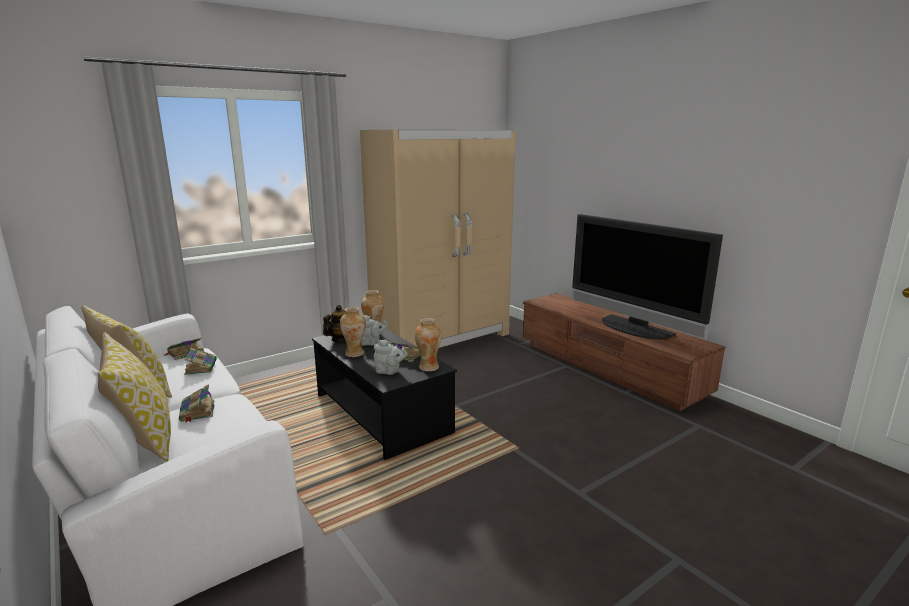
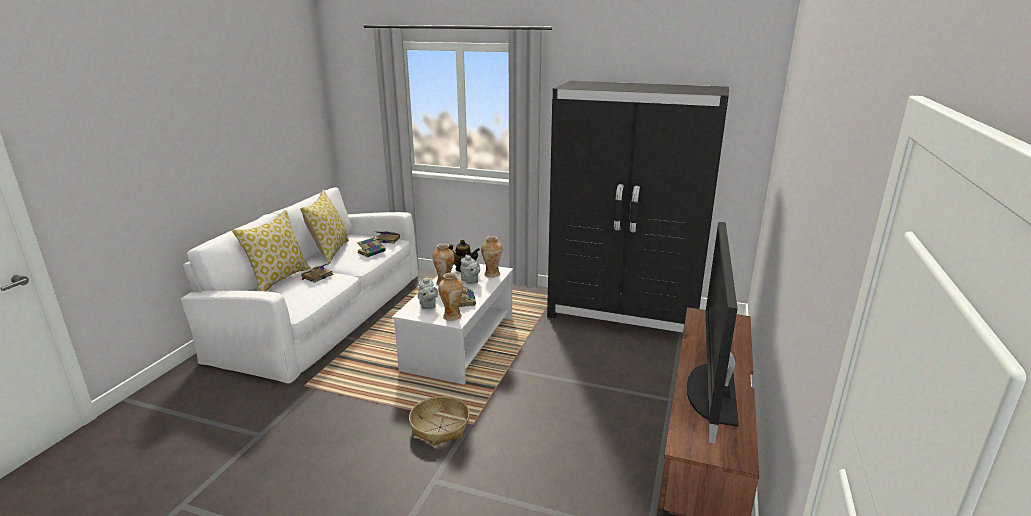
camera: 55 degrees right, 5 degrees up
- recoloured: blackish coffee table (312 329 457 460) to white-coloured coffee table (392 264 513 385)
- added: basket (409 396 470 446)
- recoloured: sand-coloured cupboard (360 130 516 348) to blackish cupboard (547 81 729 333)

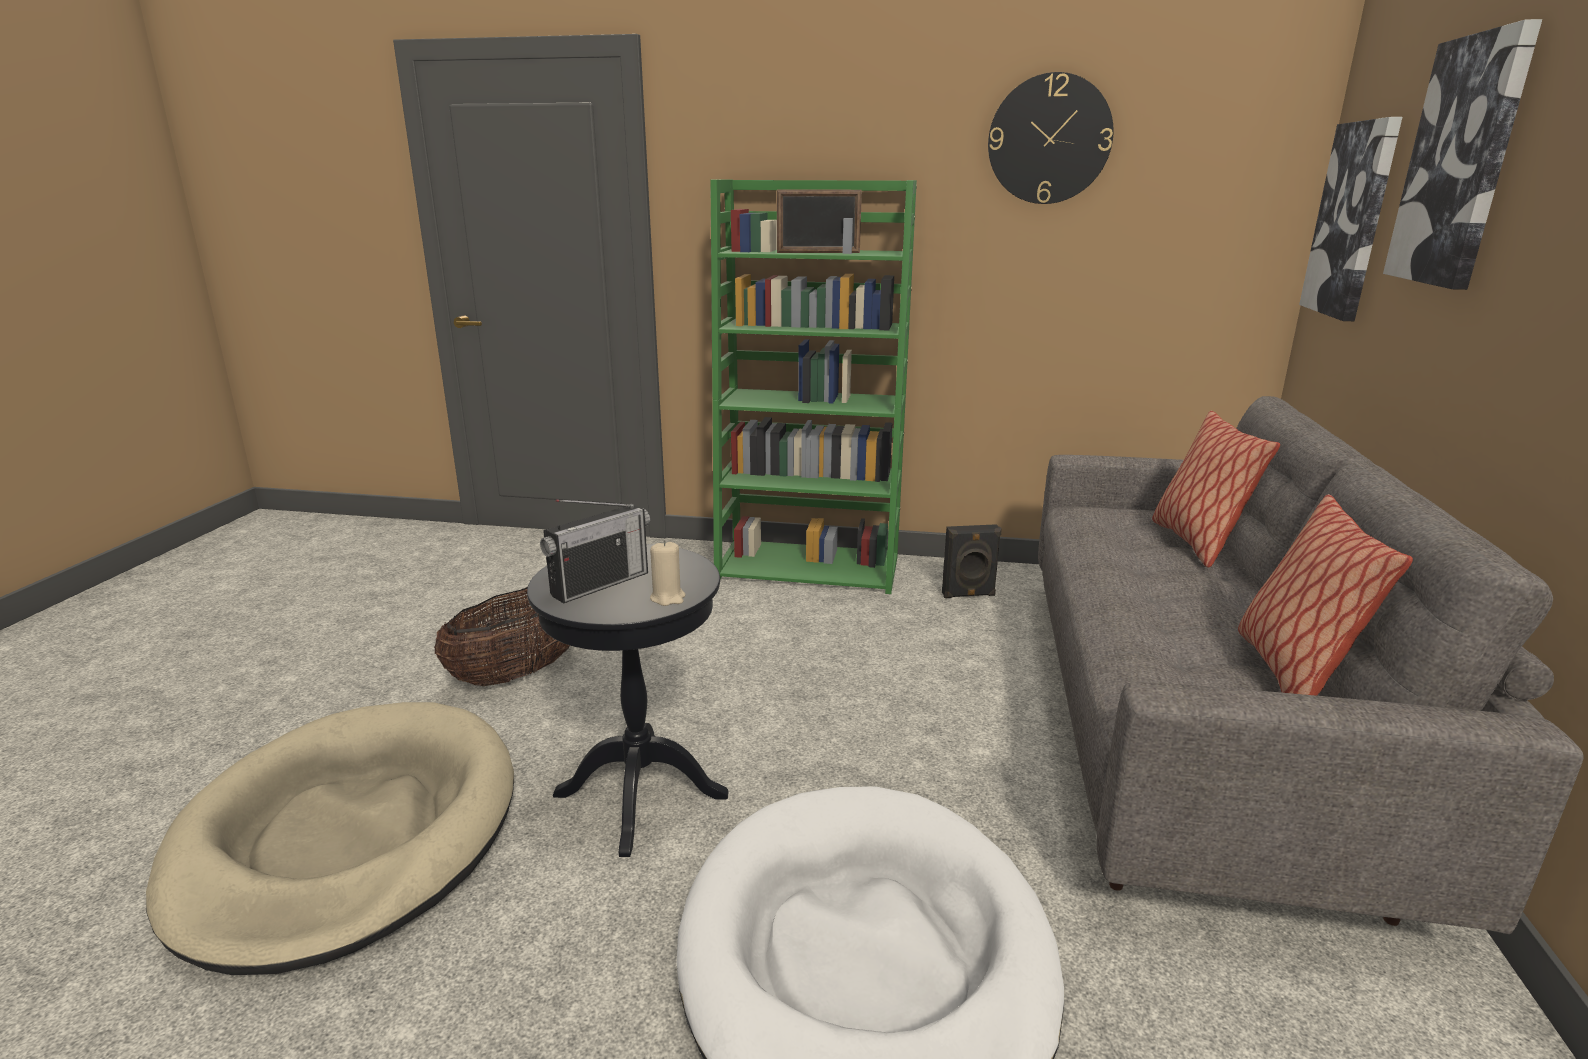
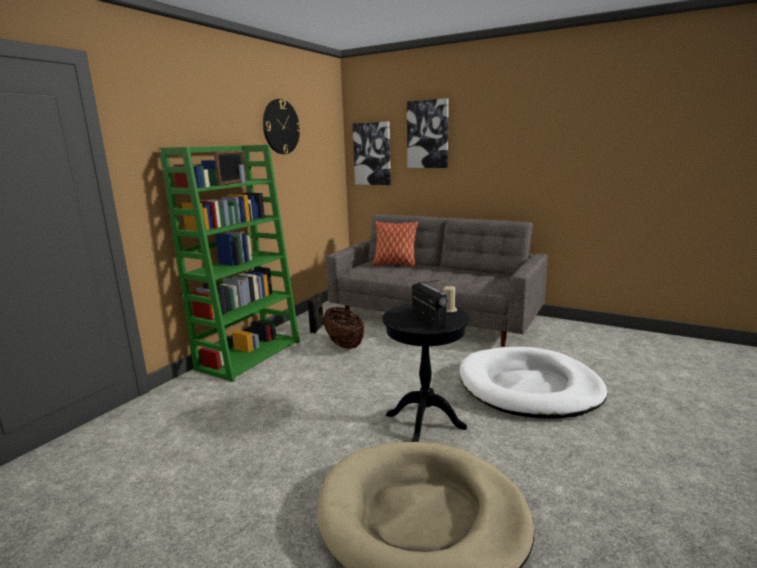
camera: 70 degrees left, 5 degrees down
- moved: basket (434 587 570 686) to (323 307 364 349)
- removed: pillow (1238 494 1413 696)

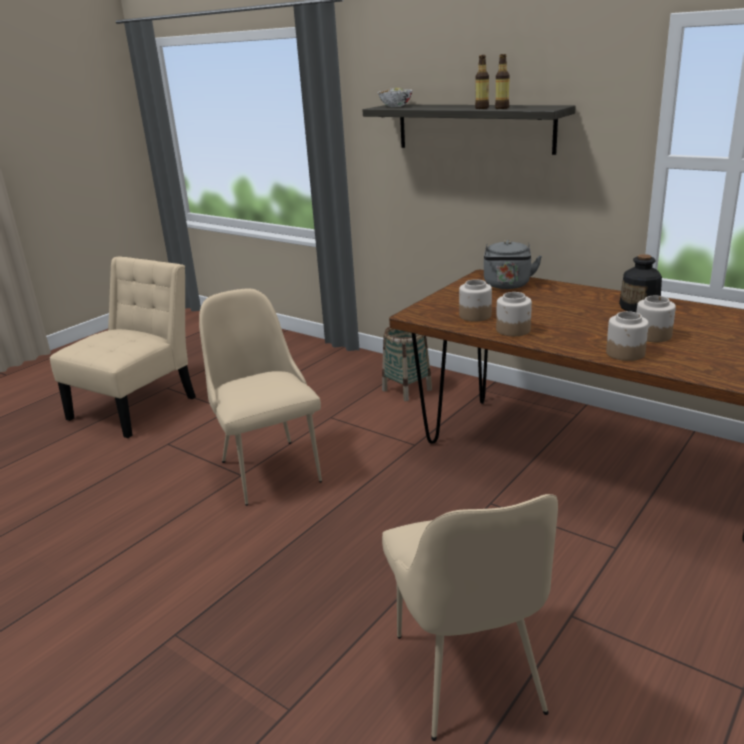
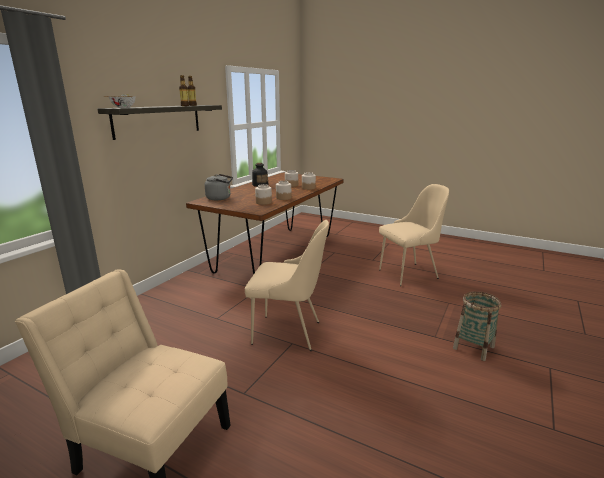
camera: 100 degrees left, 5 degrees down
- turned: sand-coloured upright chair (199 289 322 506) = (245 220 329 351) 135 degrees counterclockwise
- moved: basket (382 326 432 401) to (453 291 501 361)

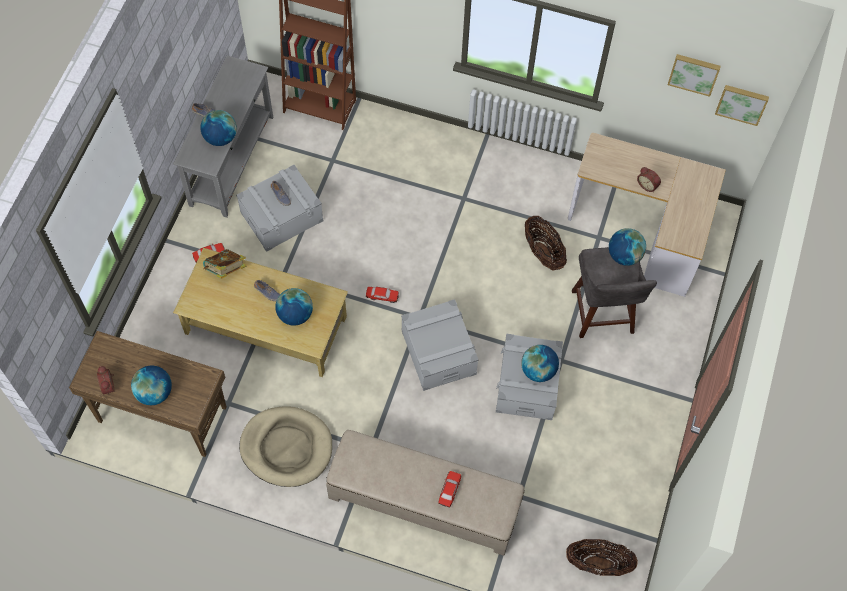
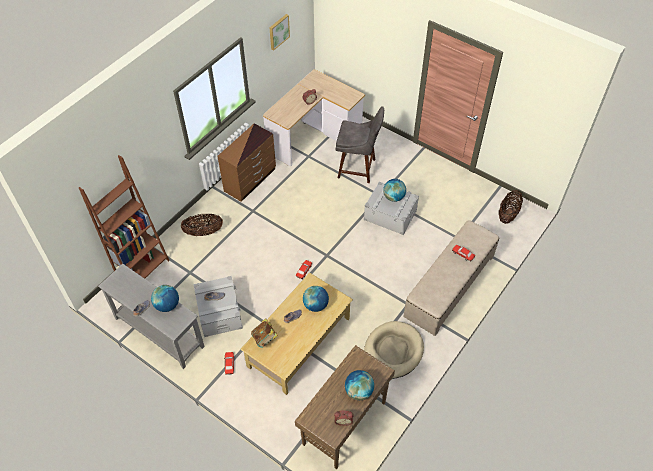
camera: 70 degrees left, 10 degrees down
- moved: basket (525 216 567 271) to (181 213 223 236)
- added: brown-coloured chest of drawers (217 123 276 202)
- removed: greyish storage bin (401 299 478 391)
- removed: world globe (609 228 646 266)
- removed: wall picture (715 85 769 126)

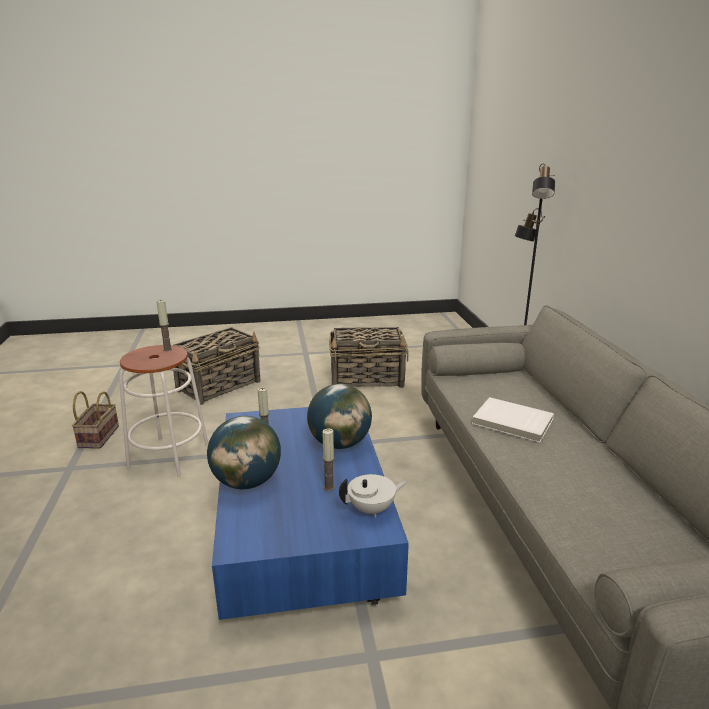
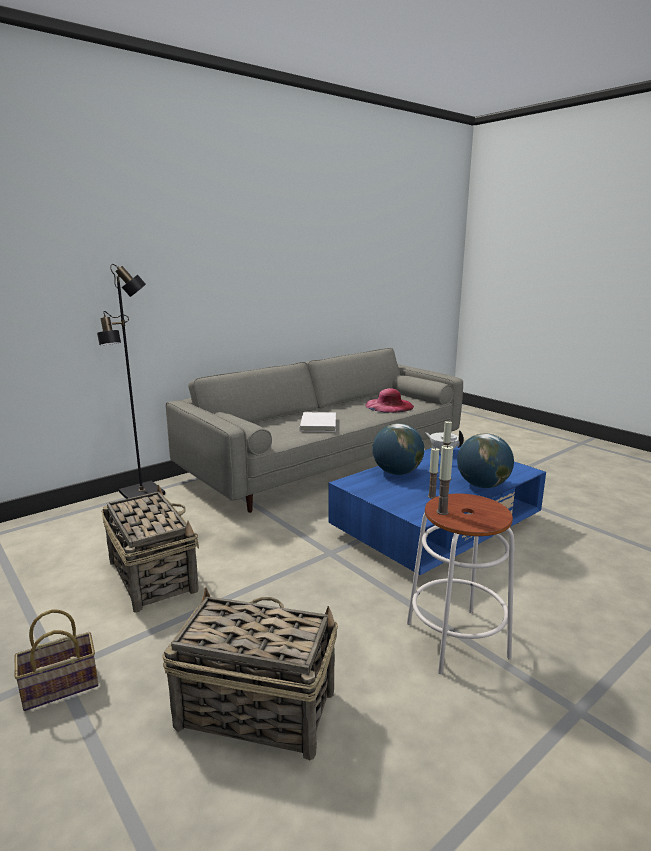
camera: 120 degrees left, 5 degrees down
- moved: basket (72 391 119 449) to (15 610 99 711)
- added: pink-coloured hat (366 388 414 413)

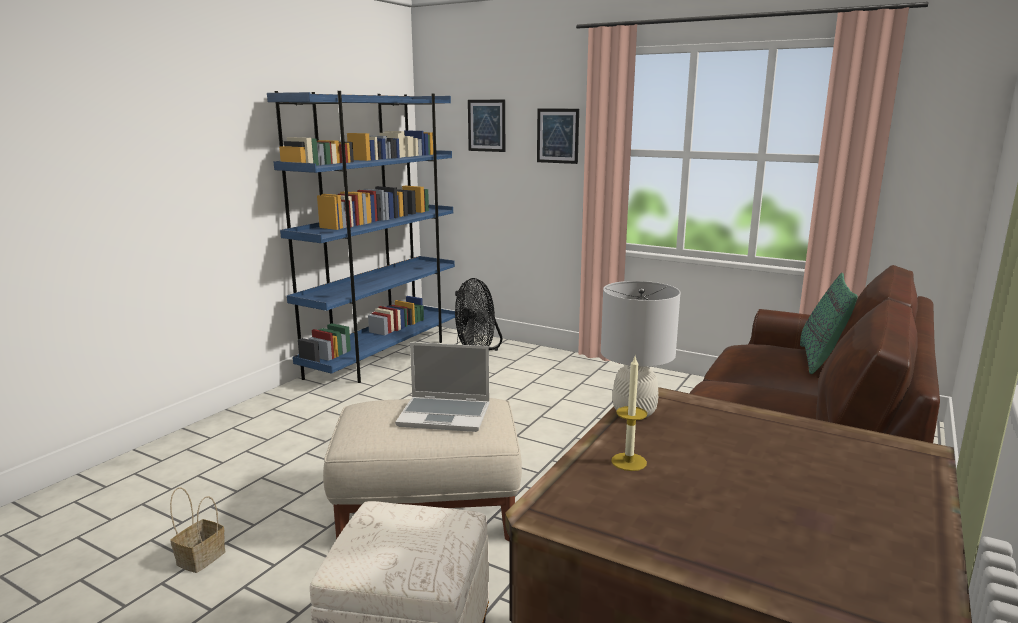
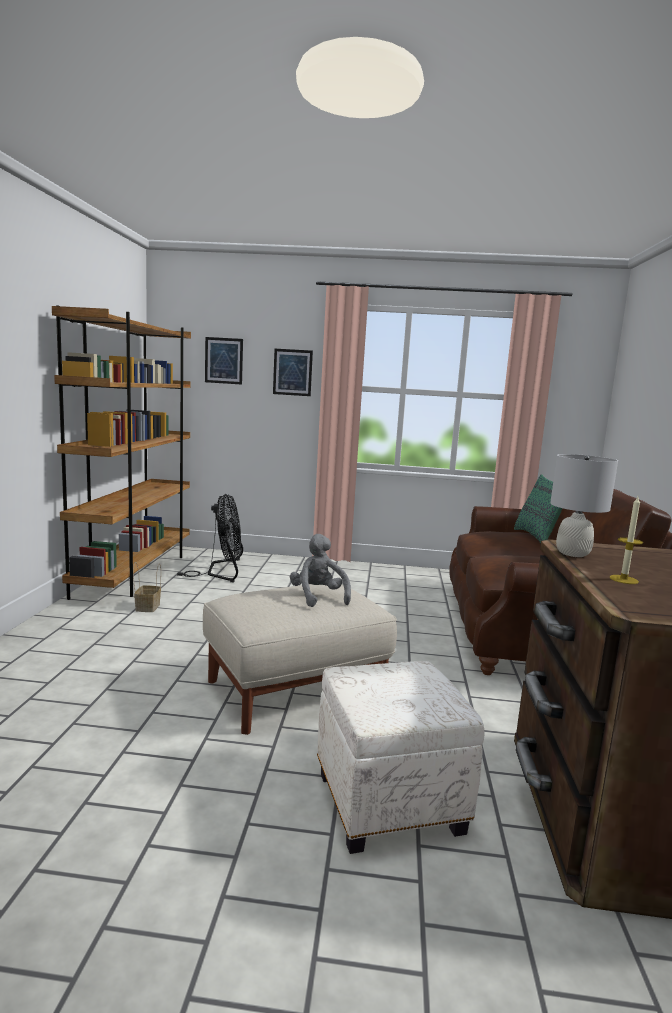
camera: 25 degrees left, 5 degrees down
- recoloured: blue bookcase (267 91 455 383) to brown-coloured bookcase (52 305 191 600)
- moved: basket (170 487 225 573) to (133 562 161 612)
- replaced: notebook computer (395 342 490 432) to greyish plush toy (290 534 351 607)

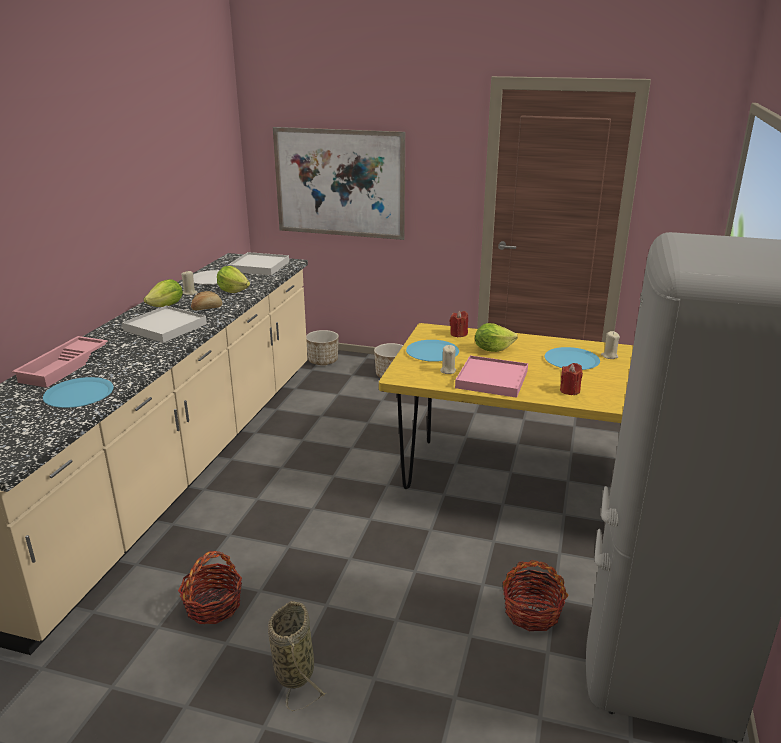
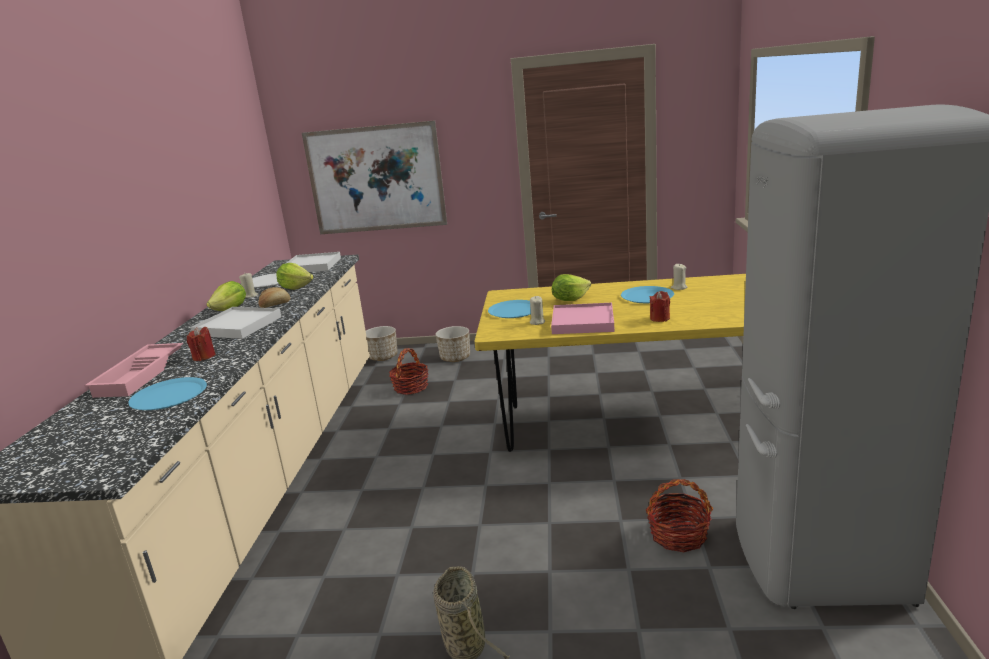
camera: 10 degrees left, 5 degrees down
- moved: red-coloured wax candle (449 311 468 337) to (187 327 216 361)
- moved: basket (178 551 242 624) to (389 348 428 395)

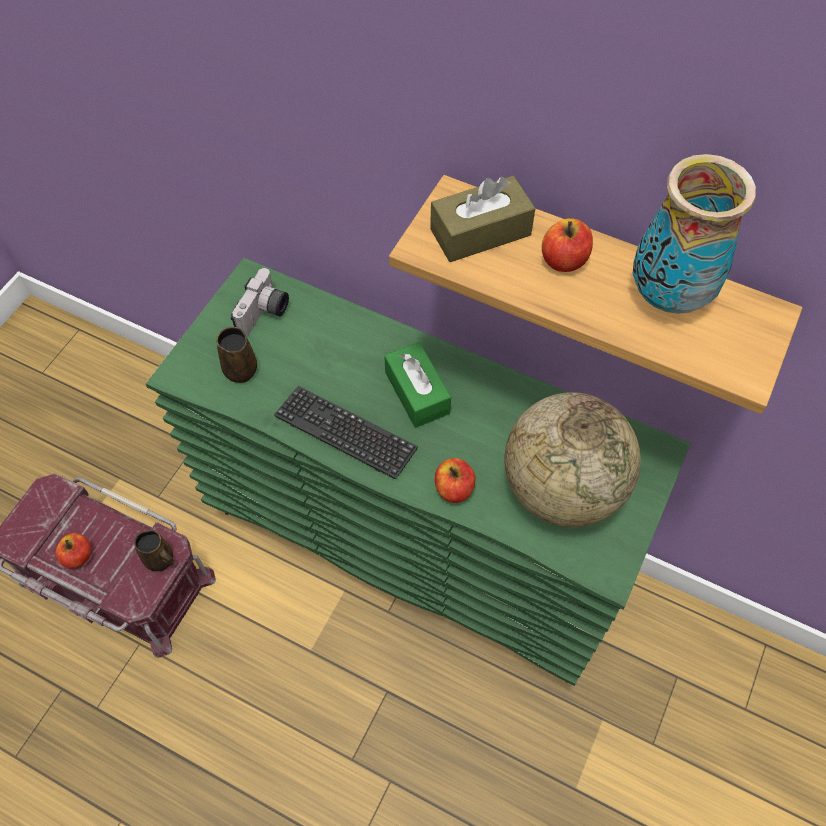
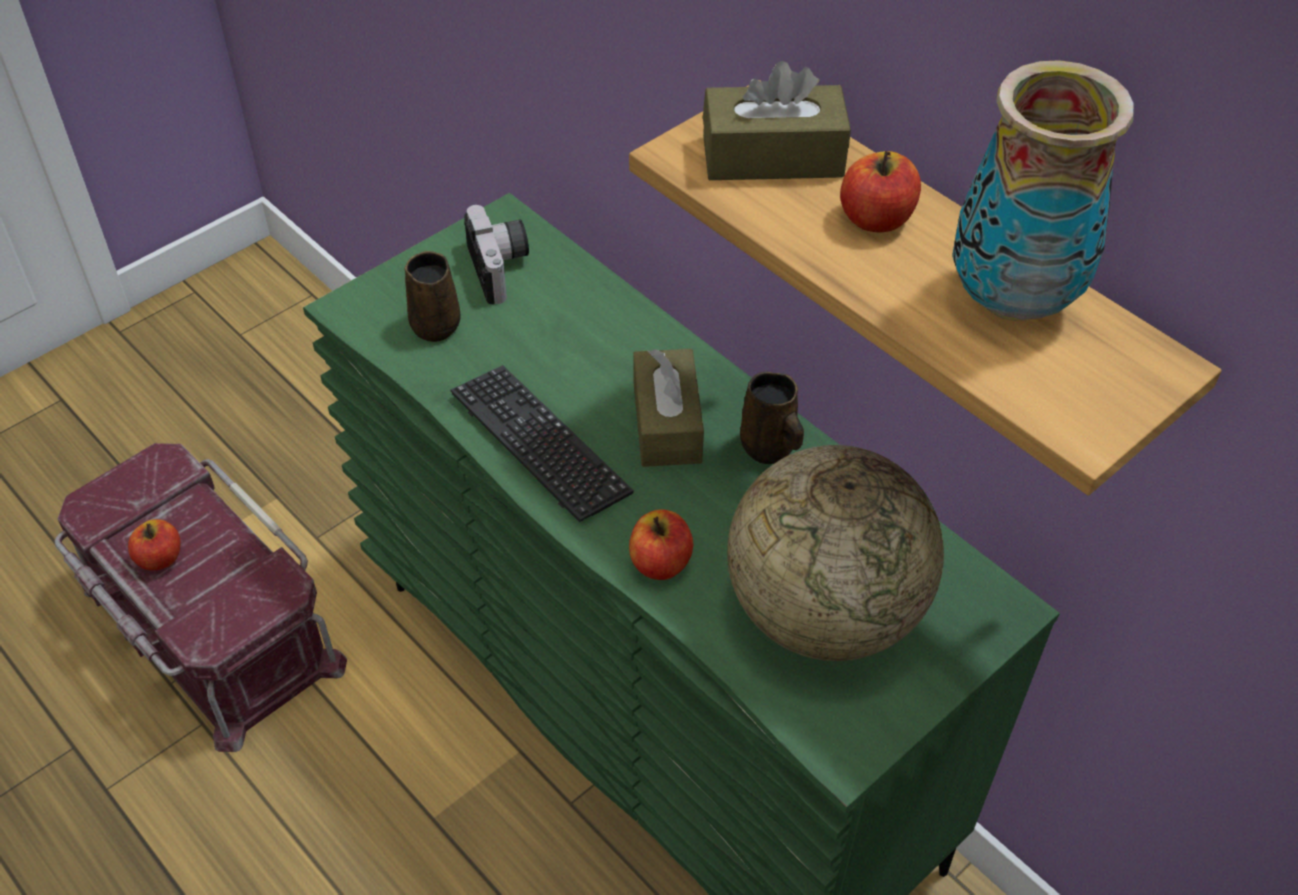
camera: 20 degrees right, 10 degrees down
- turned: photo camera (231 268 289 337) = (464 205 529 304) 60 degrees counterclockwise
- recoloured: green-coloured tissue holder (384 342 451 428) to brown-coloured tissue holder (634 349 704 467)
- moved: brown-coloured coffee mug (134 530 174 571) to (740 372 804 464)

